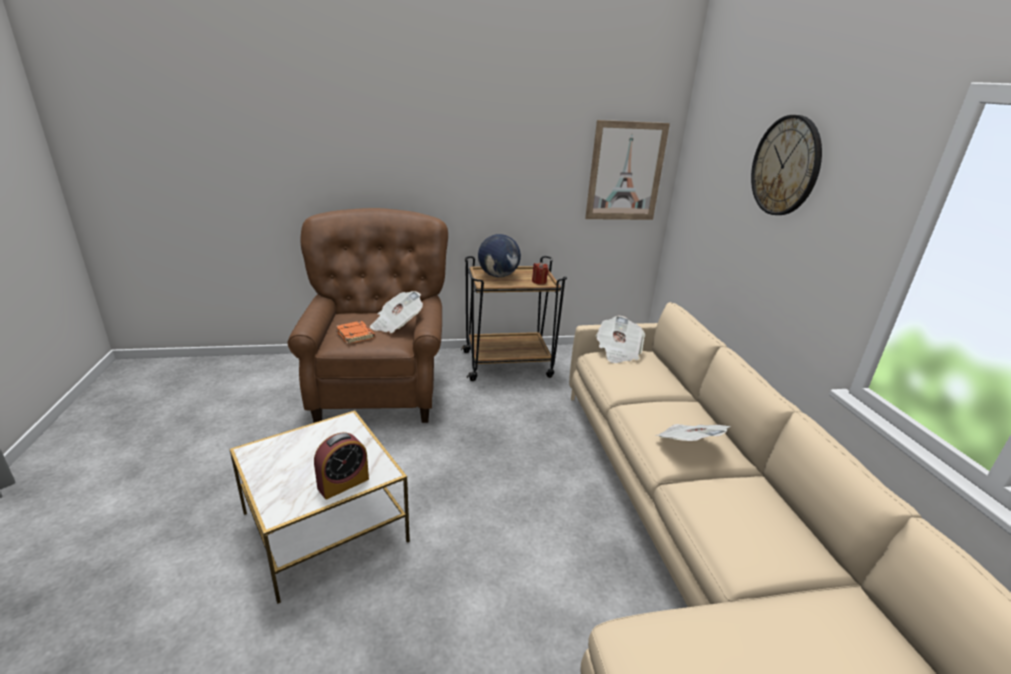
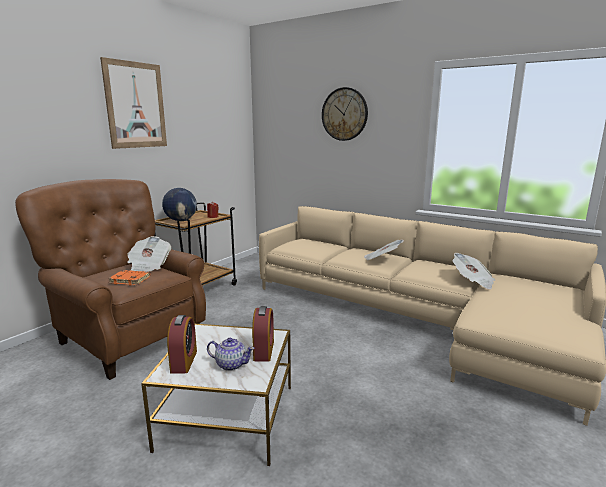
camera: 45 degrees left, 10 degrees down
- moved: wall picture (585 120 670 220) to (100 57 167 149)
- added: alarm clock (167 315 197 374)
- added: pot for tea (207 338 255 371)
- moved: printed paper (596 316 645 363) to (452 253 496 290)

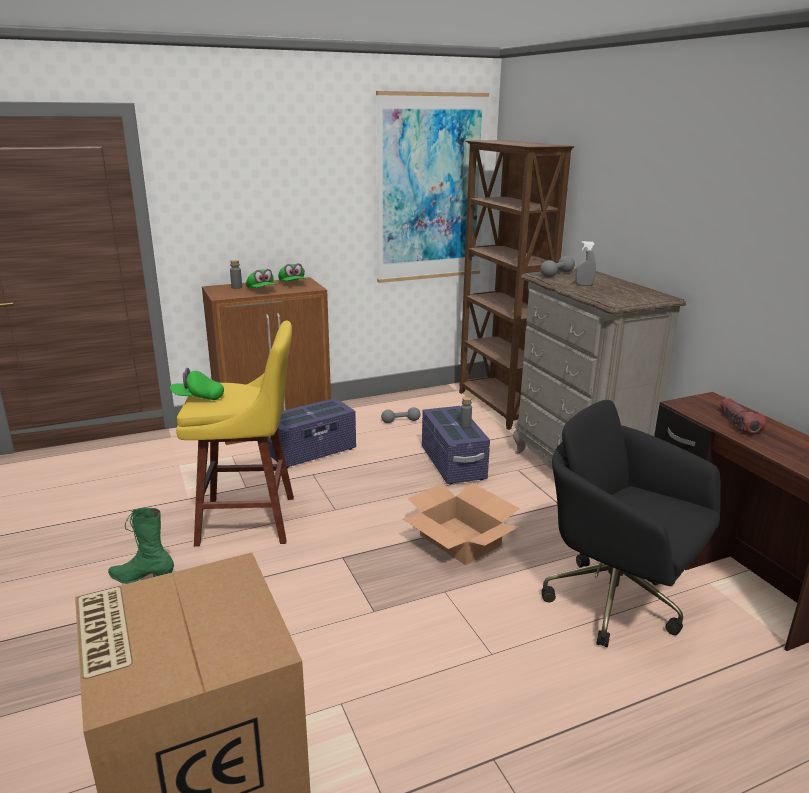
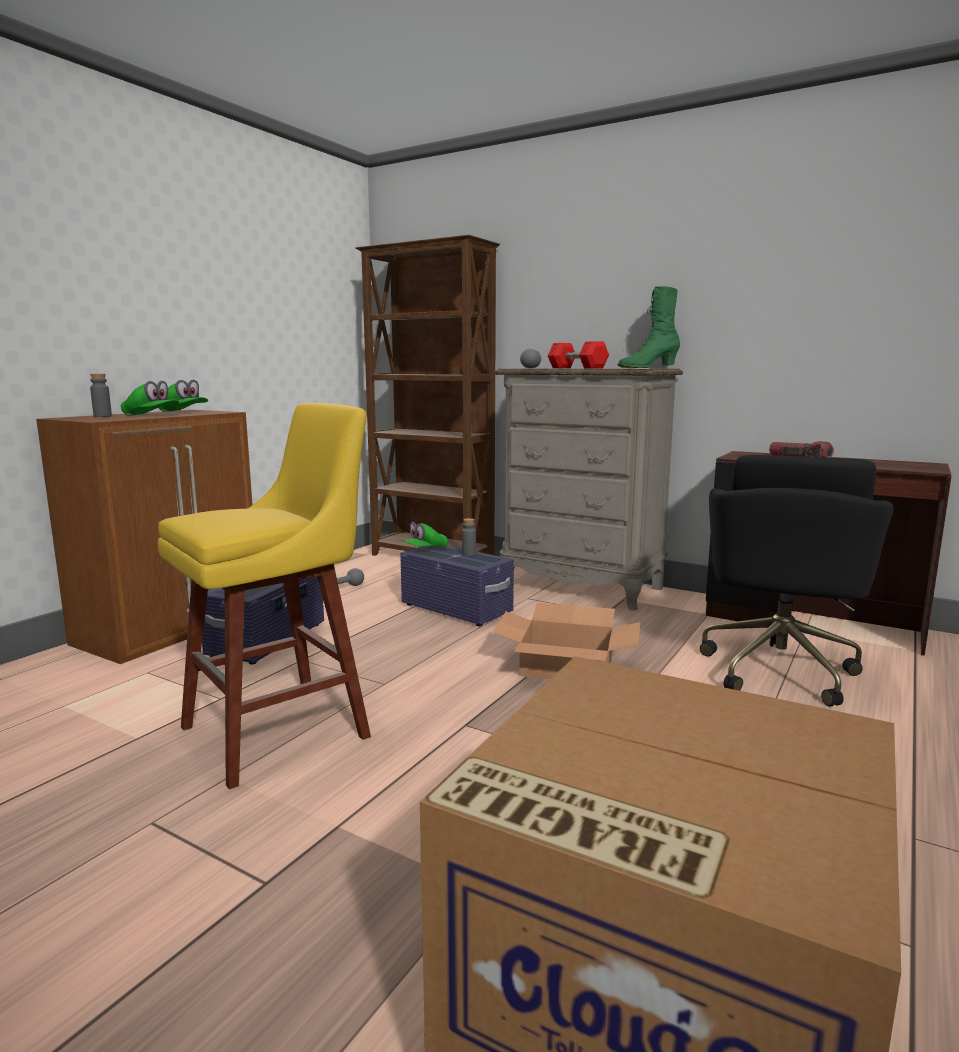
camera: 35 degrees left, 10 degrees down
- moved: green-coloured baseball cap (170 368 224 400) to (401 522 448 548)
- replaced: greyish sprayer (575 241 596 286) to red-coloured hand weight (547 341 609 368)
- moved: green-coloured tall boot (108 508 174 584) to (618 286 680 368)
- turned: blackish office chair (541 400 720 647) = (700 455 894 707) 75 degrees counterclockwise
- removed: wall picture (376 91 489 283)

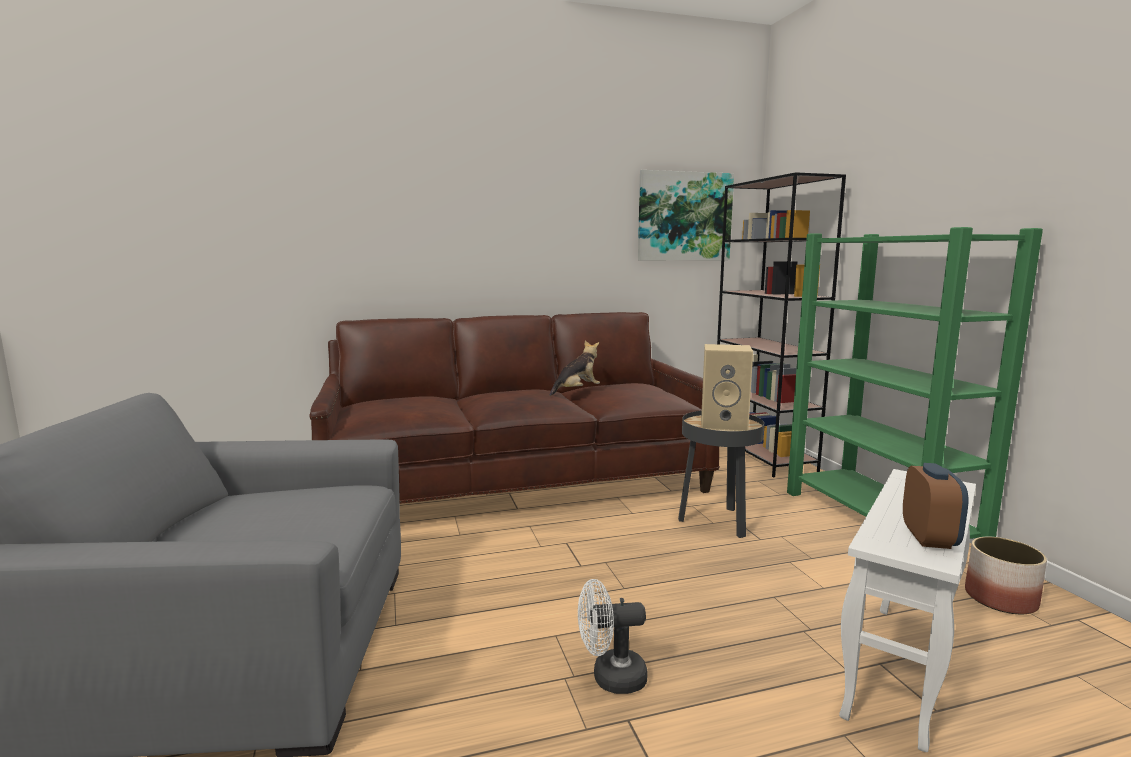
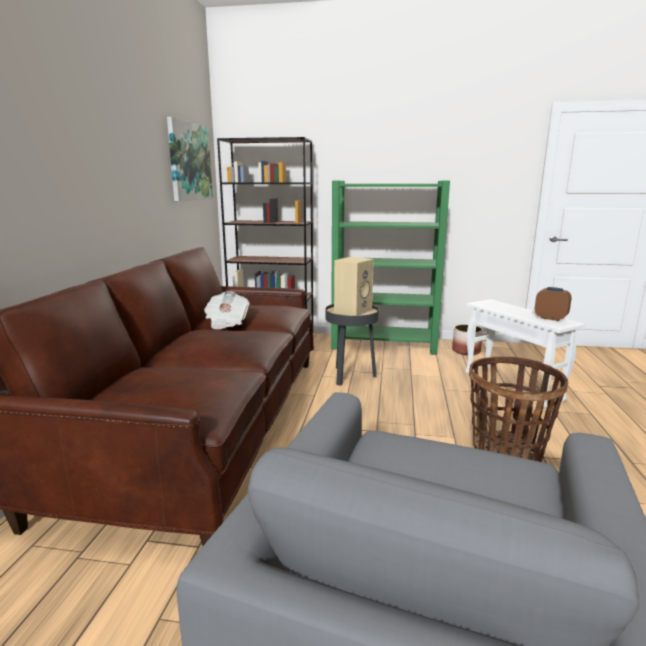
camera: 65 degrees left, 5 degrees up
- replaced: plush toy (549 341 600 396) to printed paper (204 291 250 329)
- replaced: white-coloured electric fan (578 579 648 694) to basket (469 357 568 462)

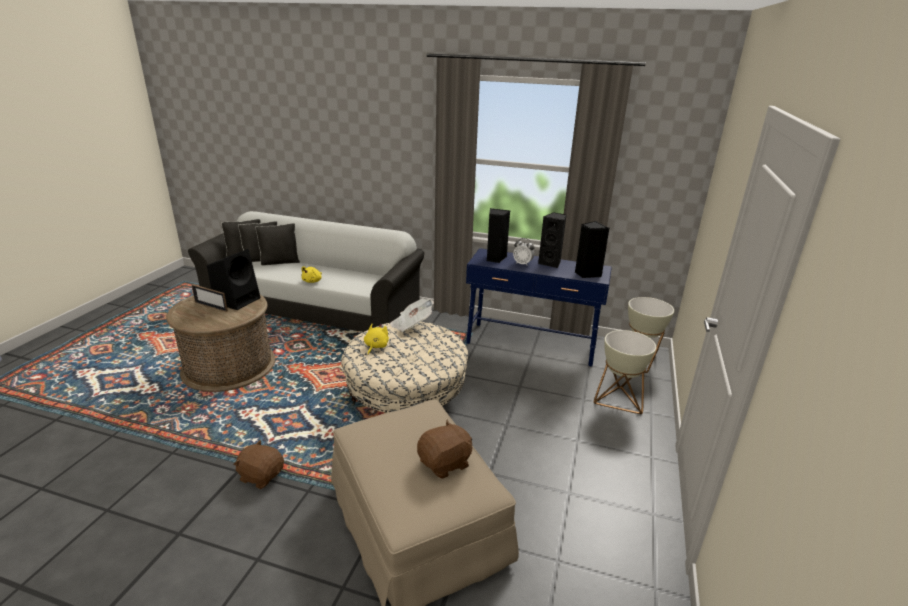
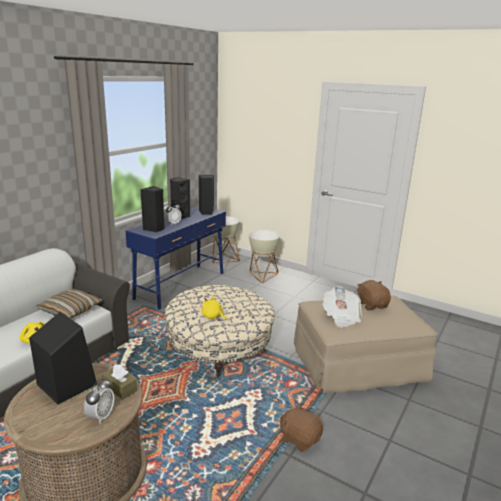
camera: 75 degrees left, 5 degrees down
- added: pillow (36 289 102 319)
- added: alarm clock (84 379 114 423)
- added: brown-coloured tissue holder (102 364 137 400)
- turned: brown-coloured plush toy (234 440 284 489) = (280 405 323 452) 90 degrees clockwise
- moved: printed paper (390 298 434 332) to (322 286 362 328)
- removed: standing frame (192 284 228 312)

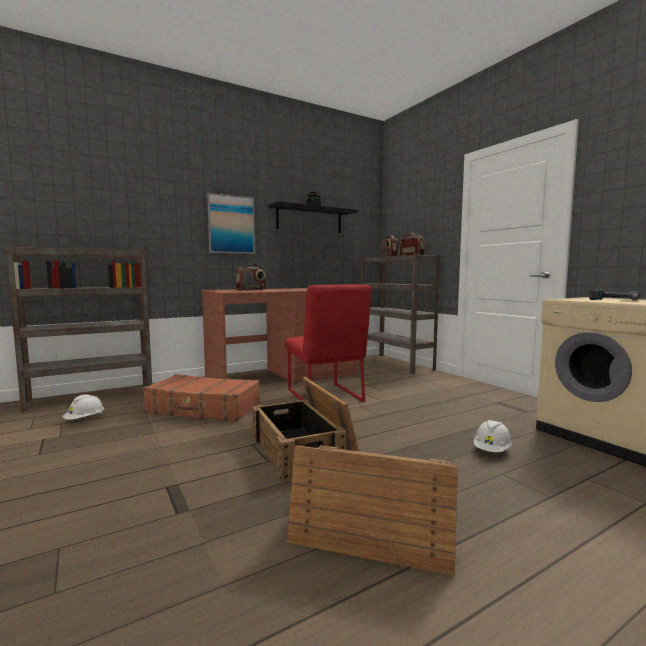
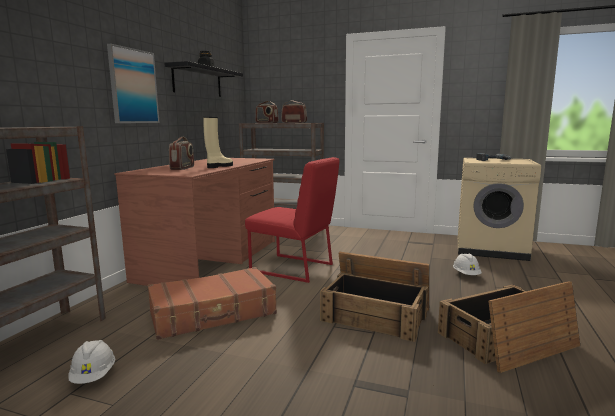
camera: 40 degrees left, 5 degrees up
- added: sand-coloured tall boot (203 117 233 168)

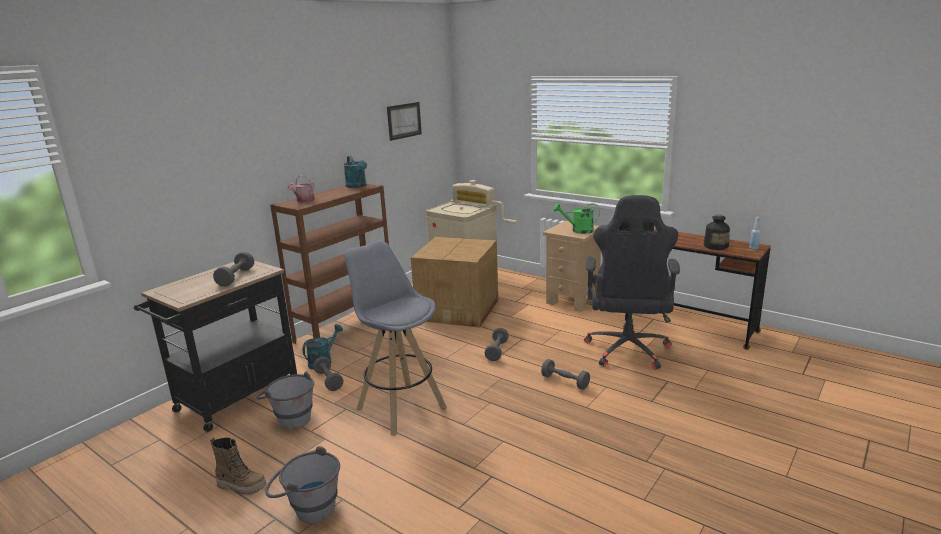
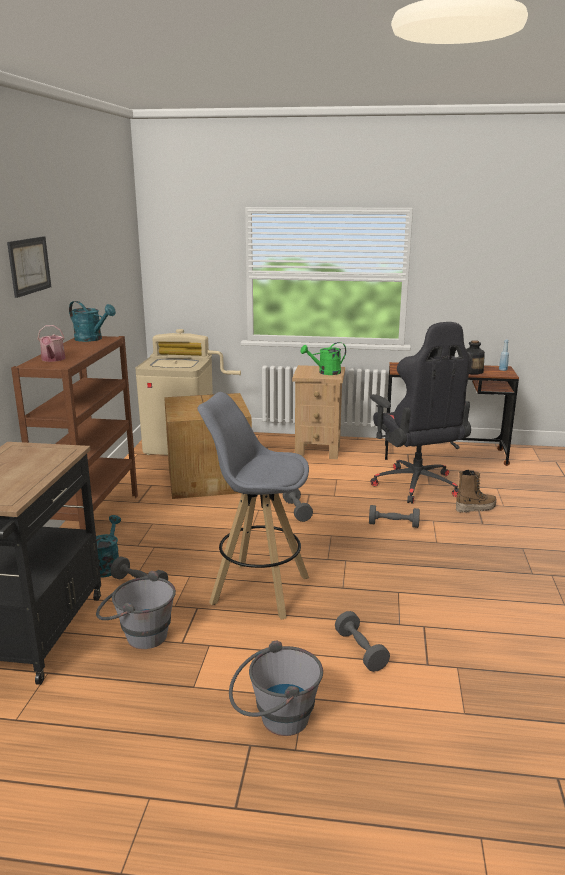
camera: 30 degrees left, 0 degrees up
- moved: wall picture (387 102 422 141) to (7 236 51 298)
- moved: greyish hand weight (213 251 254 287) to (335 611 390 672)
- moved: tall boot (210 437 267 495) to (456 470 497 513)

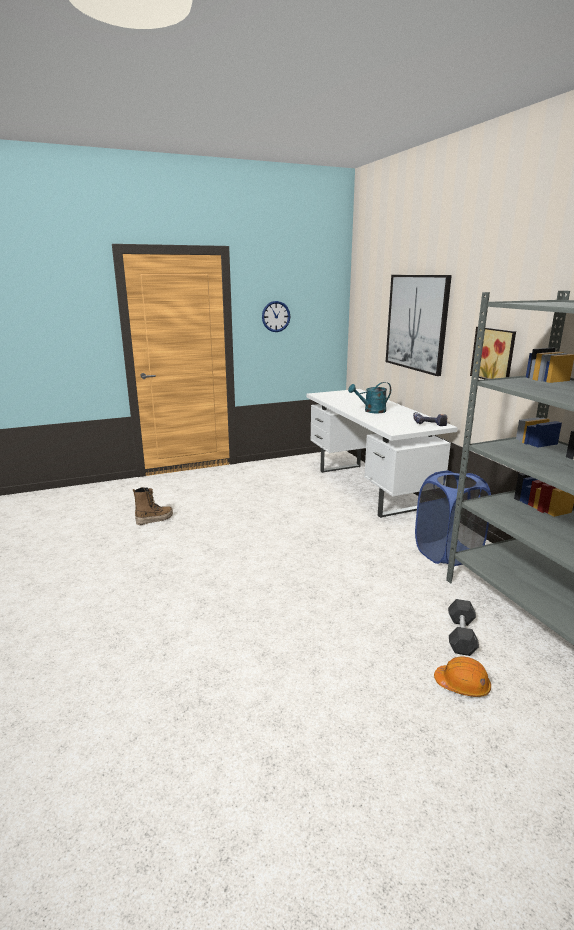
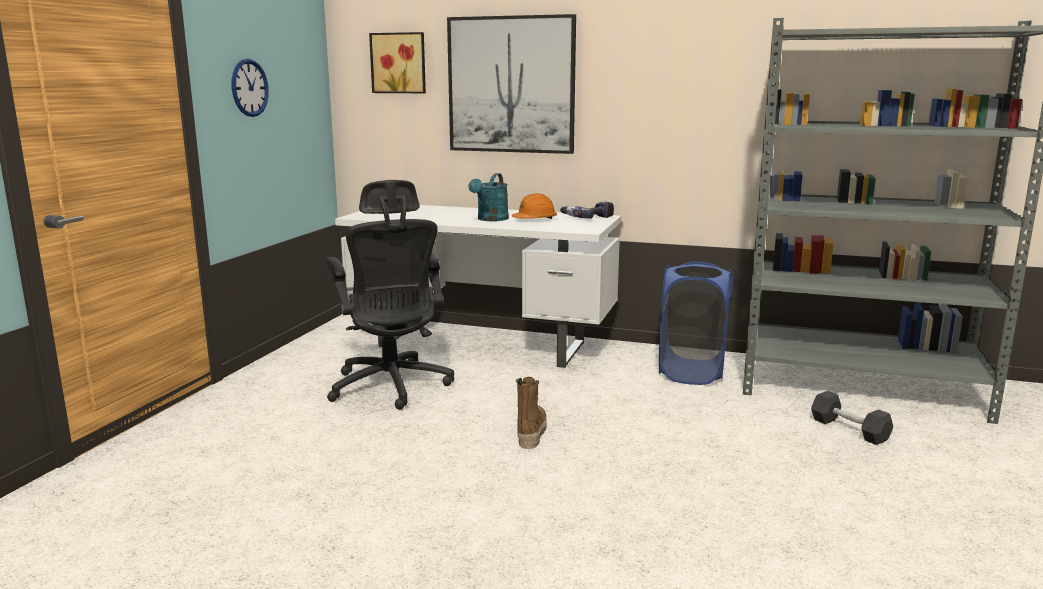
camera: 50 degrees left, 5 degrees down
- added: office chair (325 180 454 410)
- moved: wall picture (470 327 516 379) to (369 32 426 93)
- moved: orange hard hat (434 657 491 697) to (512 193 557 219)
- moved: tall boot (133 487 173 525) to (516 377 547 449)

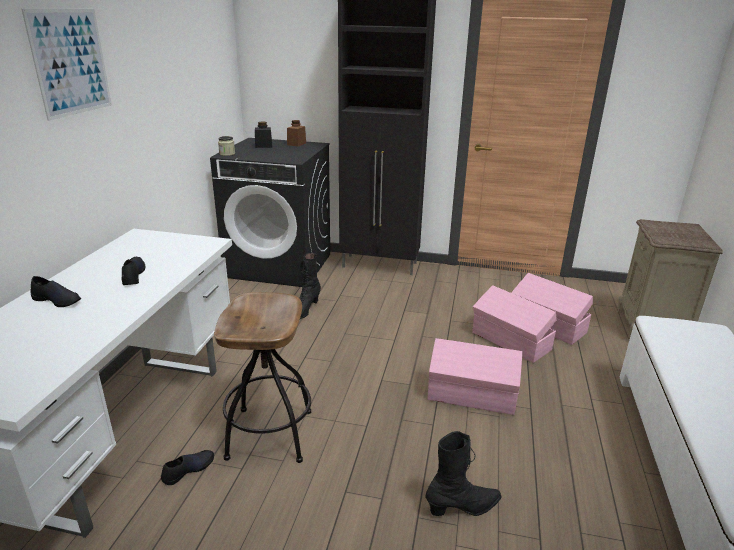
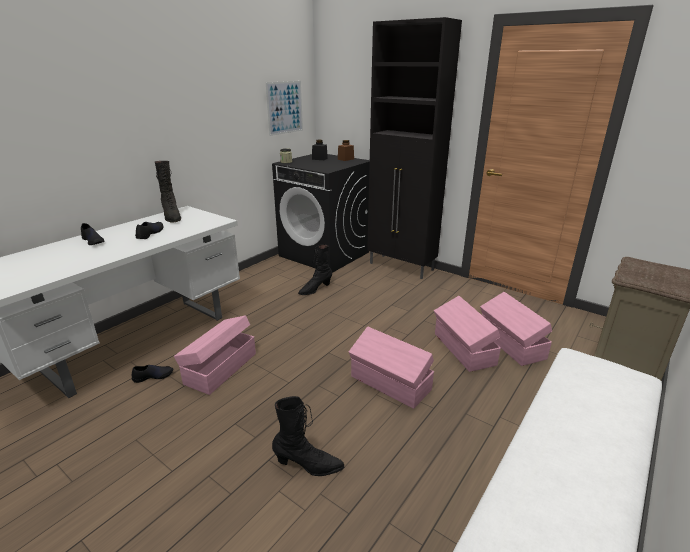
camera: 25 degrees right, 0 degrees up
- added: blackish tall boot (155 161 181 223)
- replaced: brown-coloured stool (214 292 311 463) to pink-coloured storage bin (174 315 256 395)
- moved: wall picture (21 9 112 121) to (266 81 303 136)

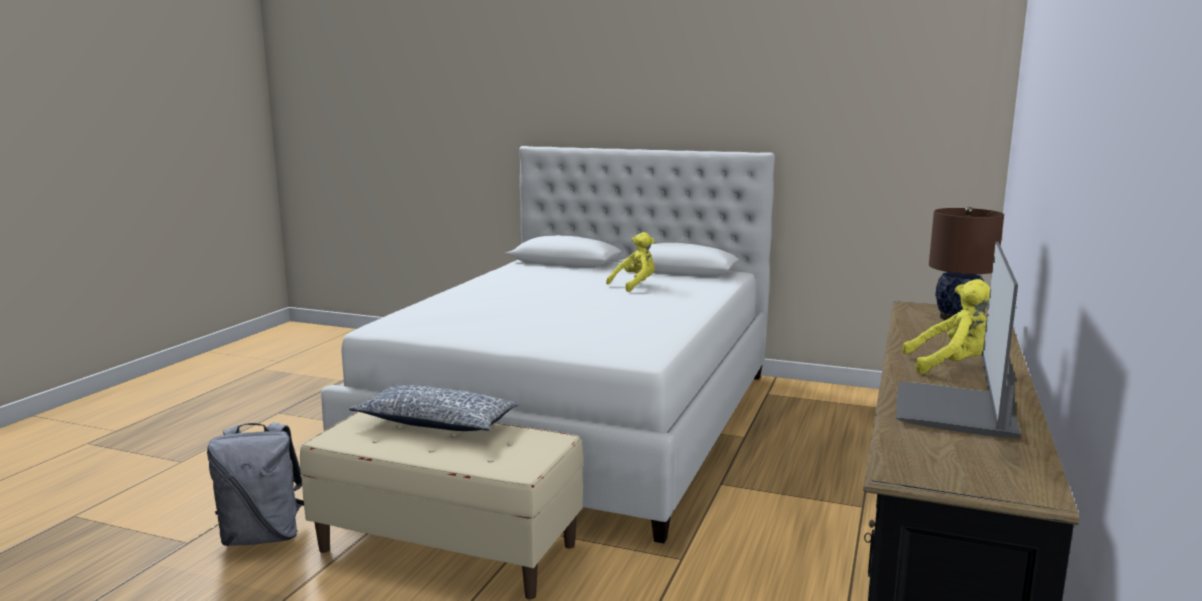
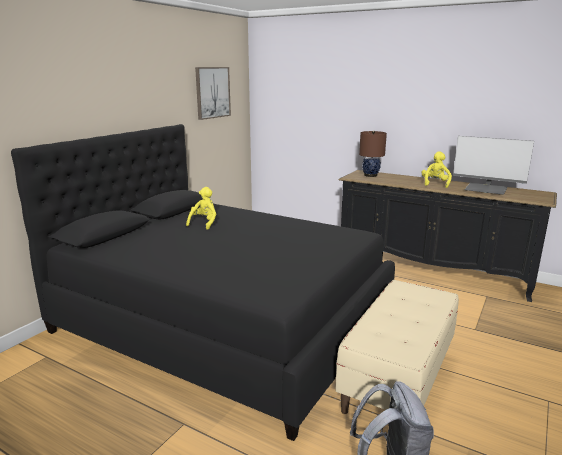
camera: 80 degrees left, 5 degrees up
- recoloured: white-coloured sleeping bed (321 146 775 543) to blackish sleeping bed (11 124 395 441)
- turned: yellowish plush toy (606 232 655 292) = (186 187 216 230) 45 degrees clockwise
- added: wall picture (195 67 231 120)
- removed: pillow (349 385 519 431)

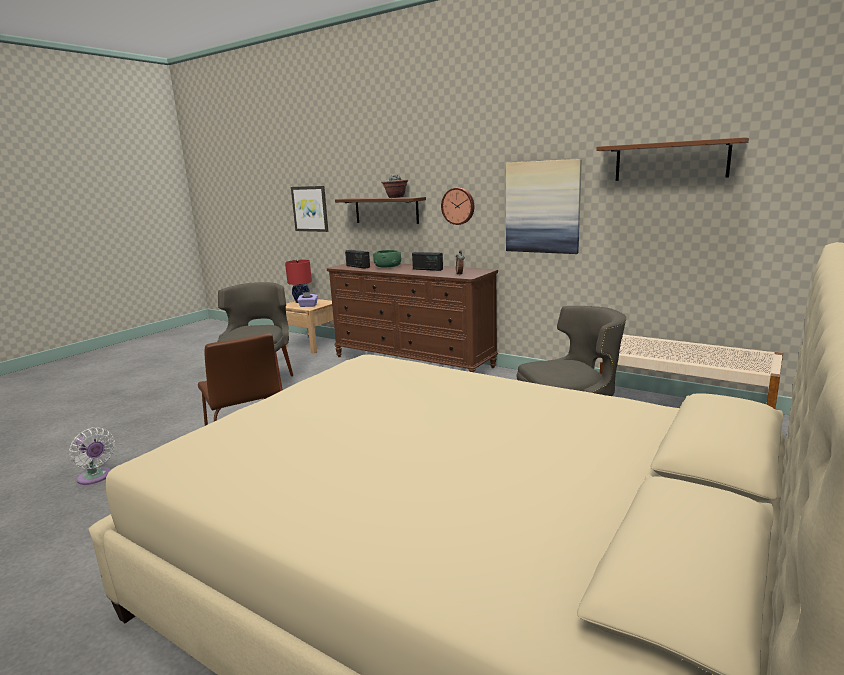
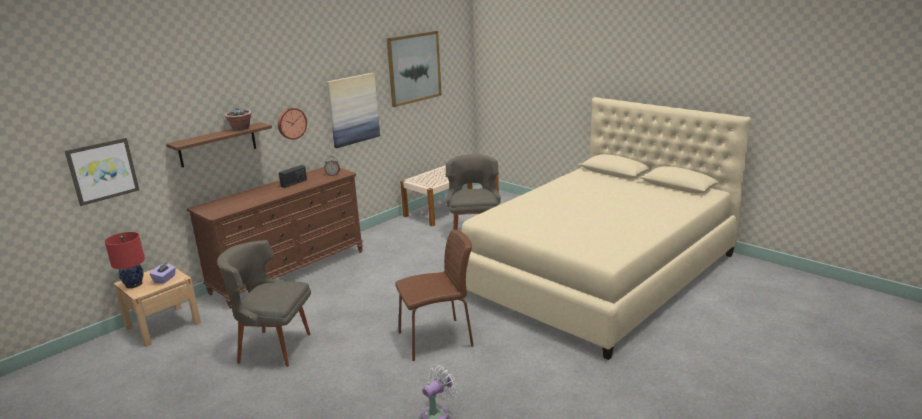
camera: 80 degrees left, 5 degrees up
- replaced: brown-coloured wall shelf (596 137 749 181) to wall picture (387 31 442 107)
- removed: radio (345 250 370 269)
- removed: green-coloured deep dish (373 250 401 268)

